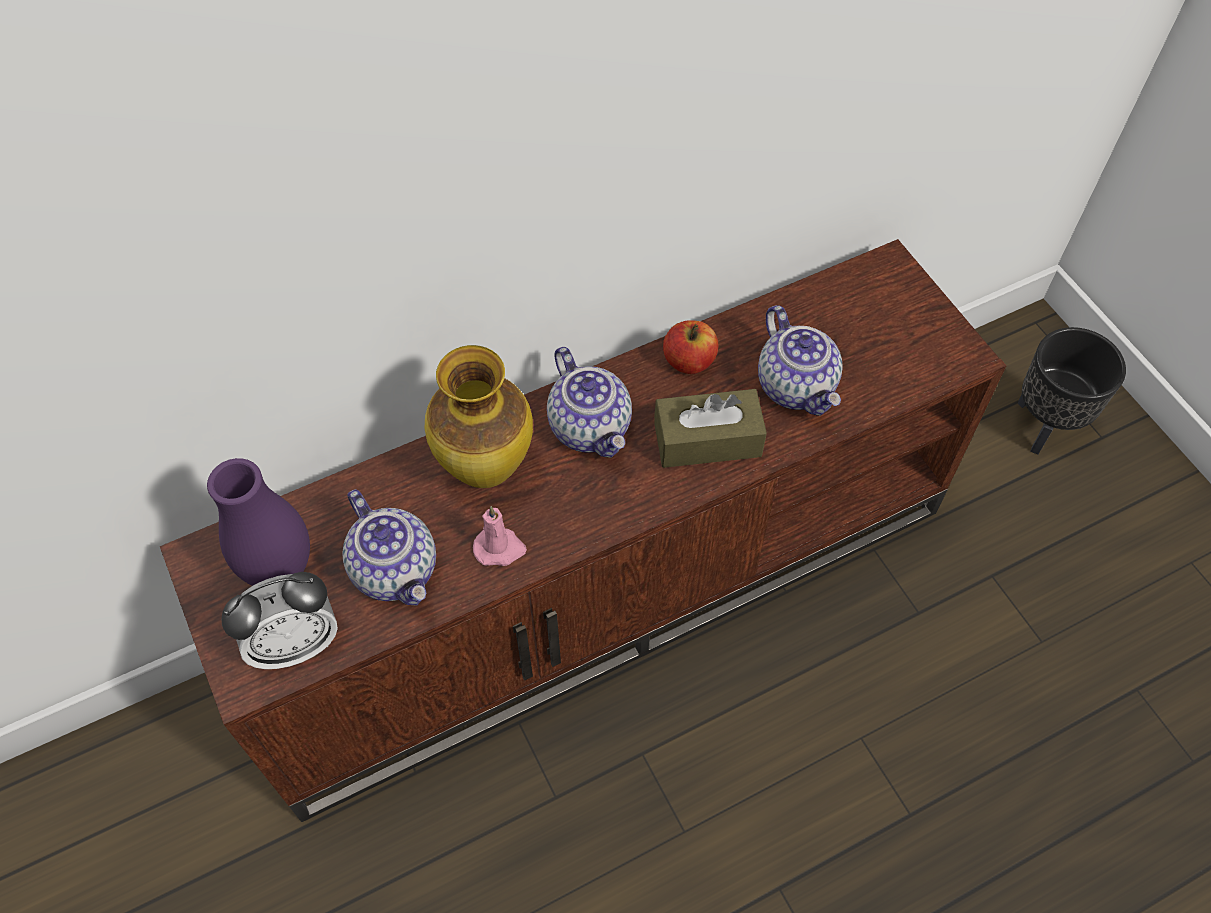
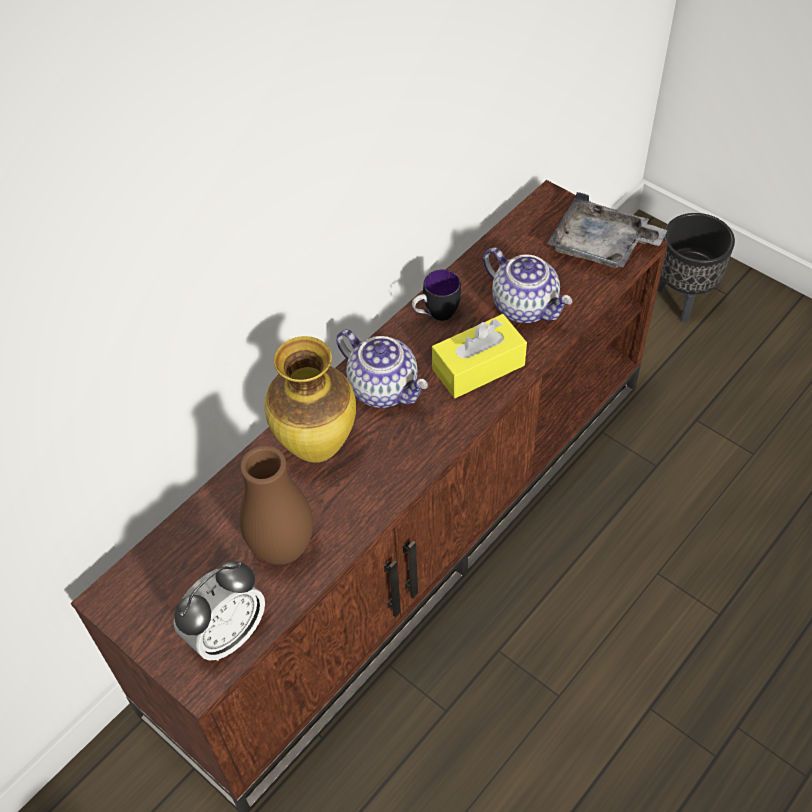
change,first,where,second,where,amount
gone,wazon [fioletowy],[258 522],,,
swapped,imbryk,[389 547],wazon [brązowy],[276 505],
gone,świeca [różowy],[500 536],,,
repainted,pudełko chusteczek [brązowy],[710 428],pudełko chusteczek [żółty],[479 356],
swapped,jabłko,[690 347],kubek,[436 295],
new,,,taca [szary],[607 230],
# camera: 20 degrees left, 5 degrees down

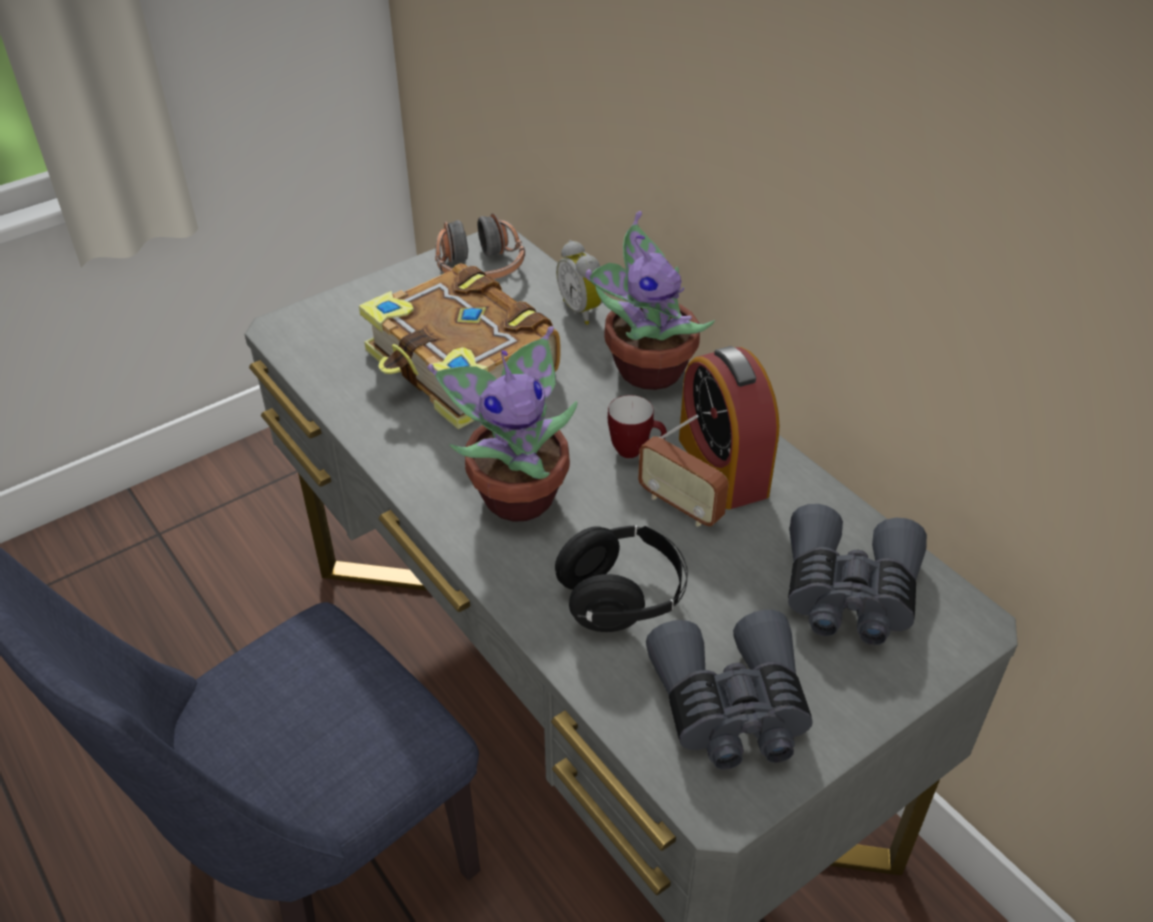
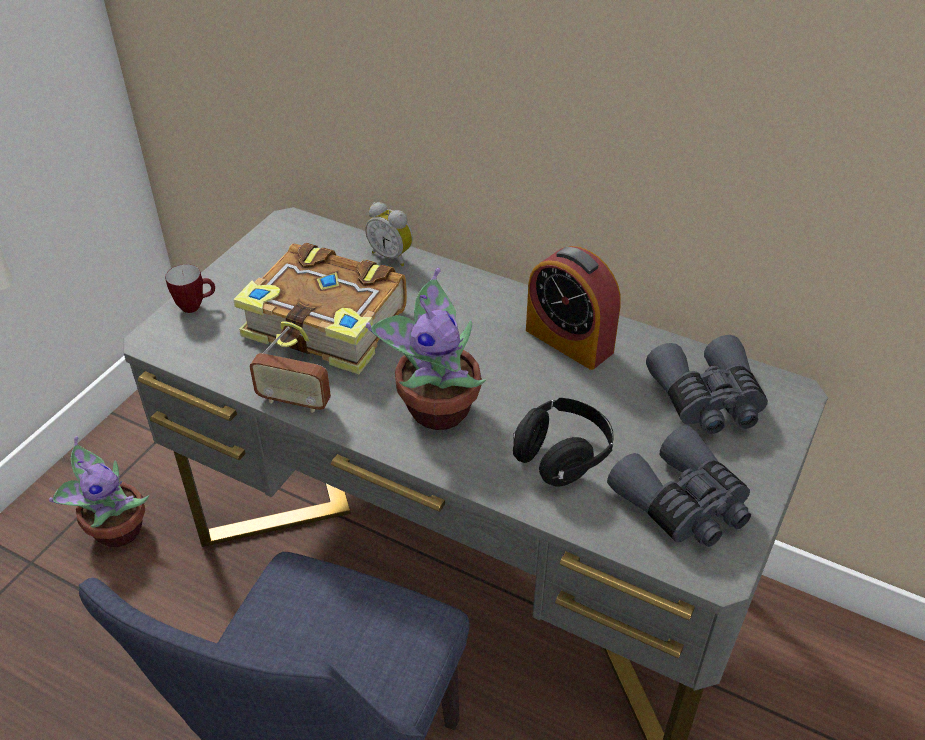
change,first,where,second,where,amount
gone,słuchawki,[480 246],,,
shifted,roślina doniczkowa,[650 300],,[99 491],
shifted,kubek,[637 426],,[190 288],
shifted,radio,[683 471],,[290 370],
# camera: 25 degrees left, 0 degrees up

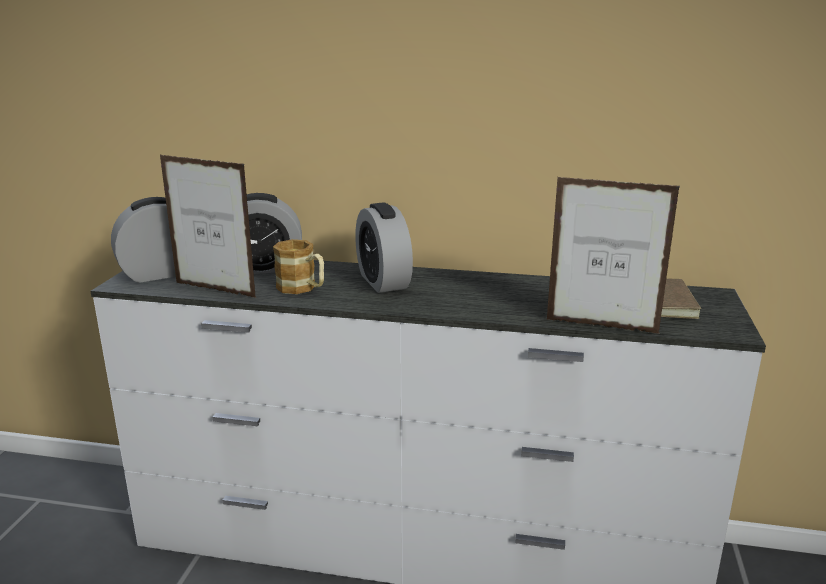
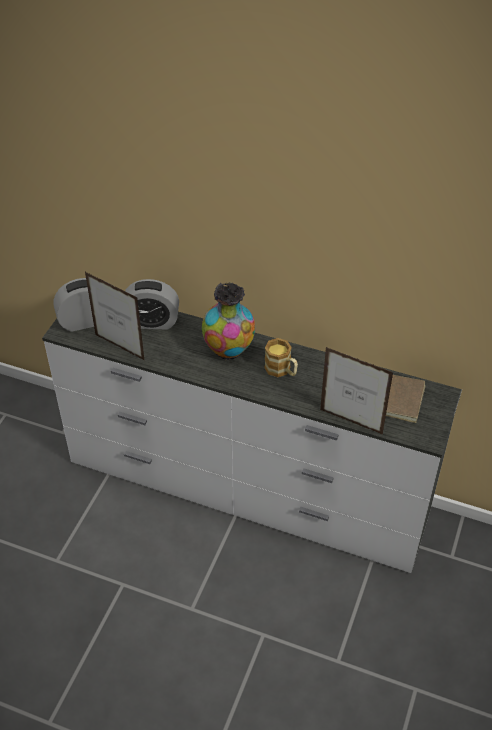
change,first,where,second,where,amount
shifted,kubek,[298 266],,[281 357],
swapped,budzik,[384 247],wazon,[228 321],
# camera: 10 degrees right, 25 degrees up

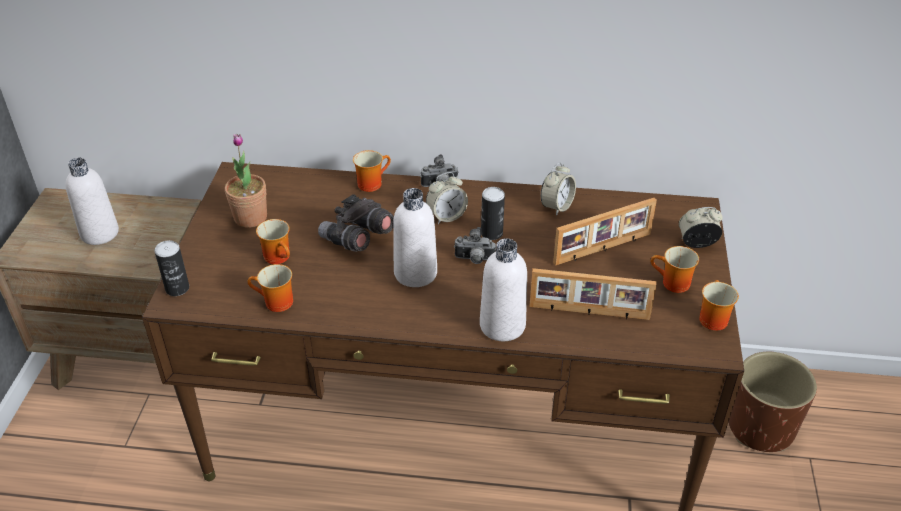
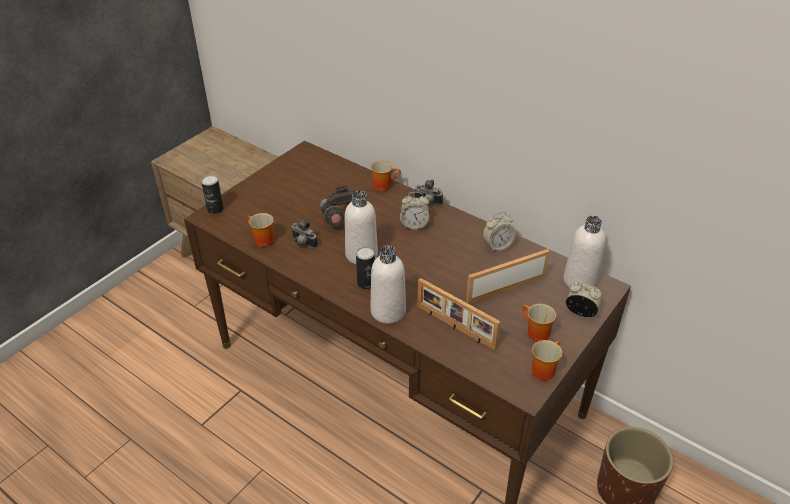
change,first,where,second,where,amount
shifted,butelka [biały],[92 201],,[584 252],
gone,roślina doniczkowa,[246 180],,,
gone,kubek,[273 241],,,
shifted,aparat fotograficzny,[475 245],,[304 234],
shifted,puszka,[493 213],,[365 268],
rotated,ramka na zdjęcie,[605 231],,[508 276],150 degrees clockwise
# camera: 30 degrees right, 0 degrees up

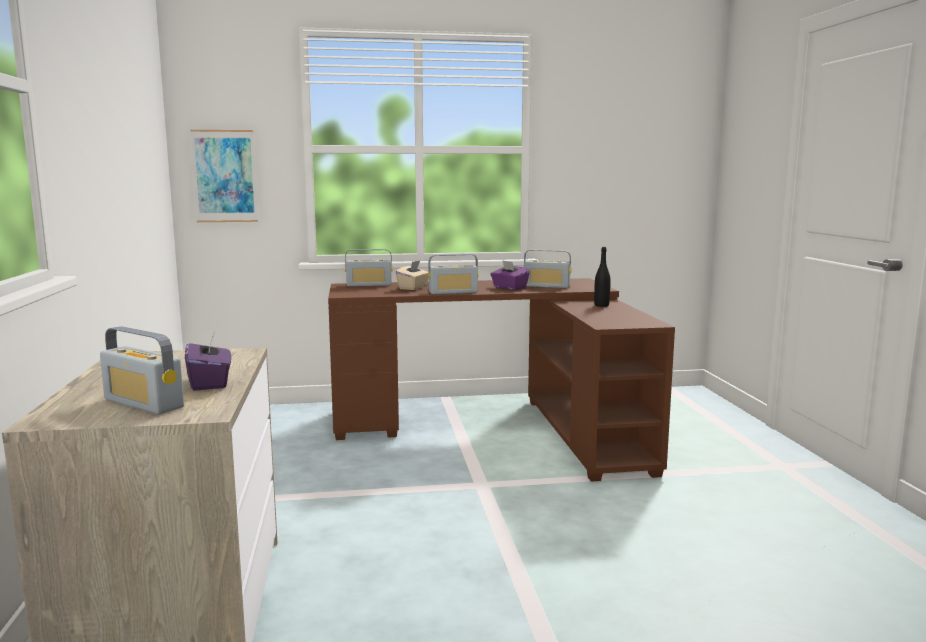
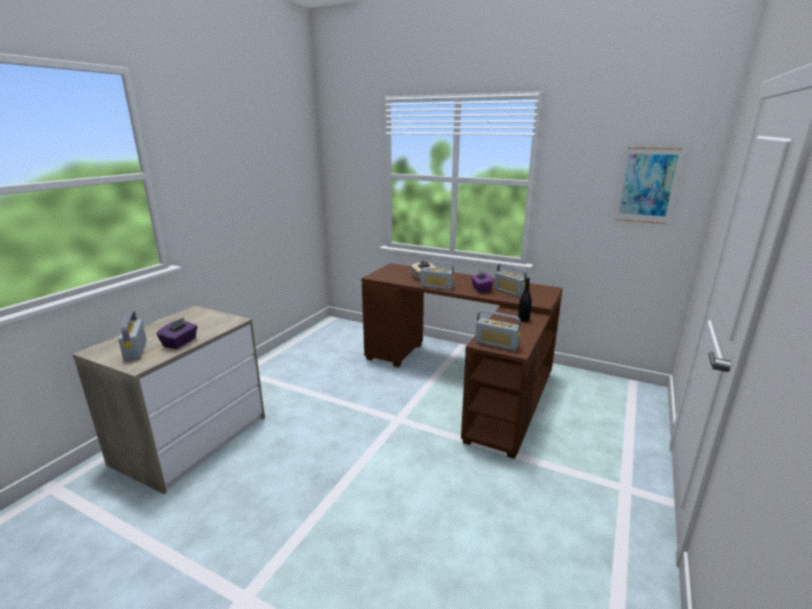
change,first,where,second,where,amount
shifted,obraz,[224 176],,[649 185],
shifted,radio,[369 267],,[498 330],
# camera: 35 degrees right, 10 degrees up

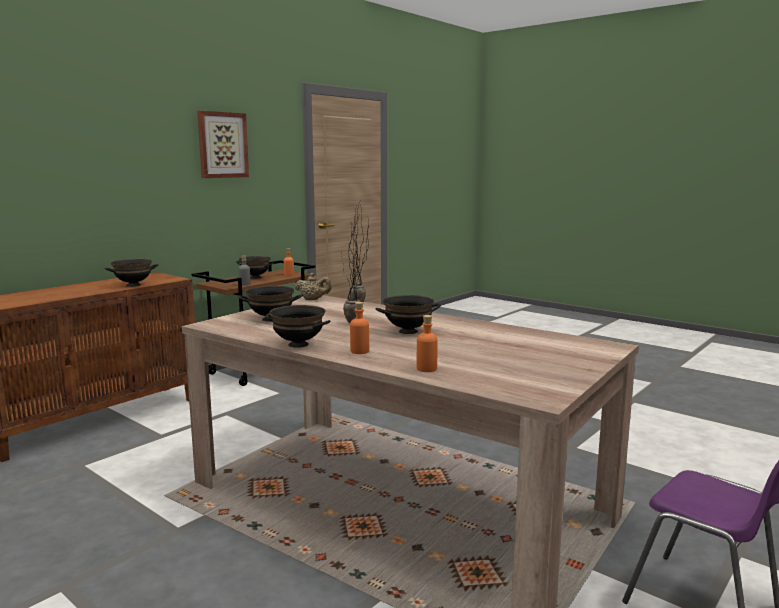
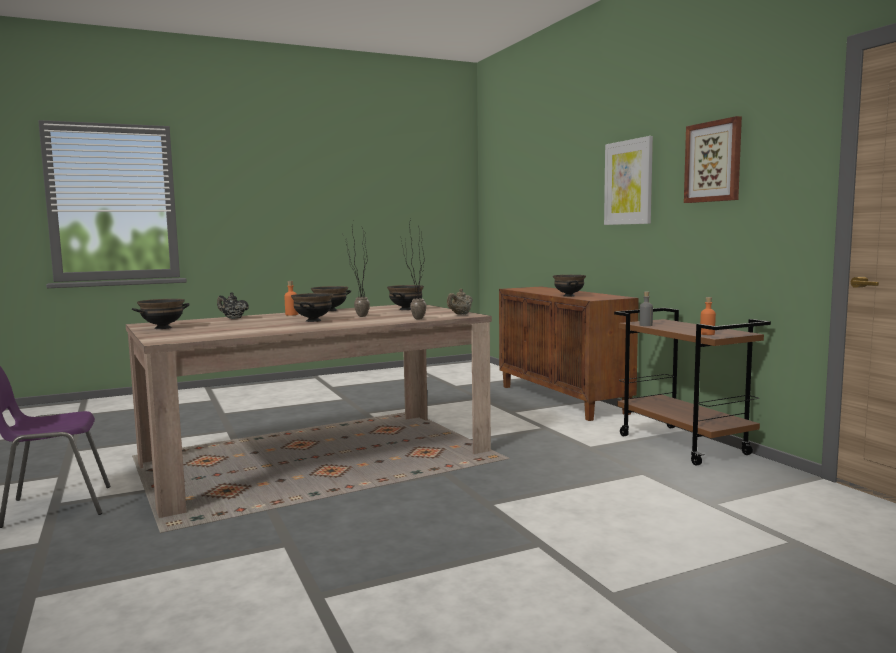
change,first,where,second,where,amount
shifted,miska [czarny],[255 267],,[161 314],
swapped,butelka [pomarańczowy],[427 343],imbryk [czarny],[233 305],
new,,,obraz,[628 180],
# camera: 115 degrees right, 5 degrees down

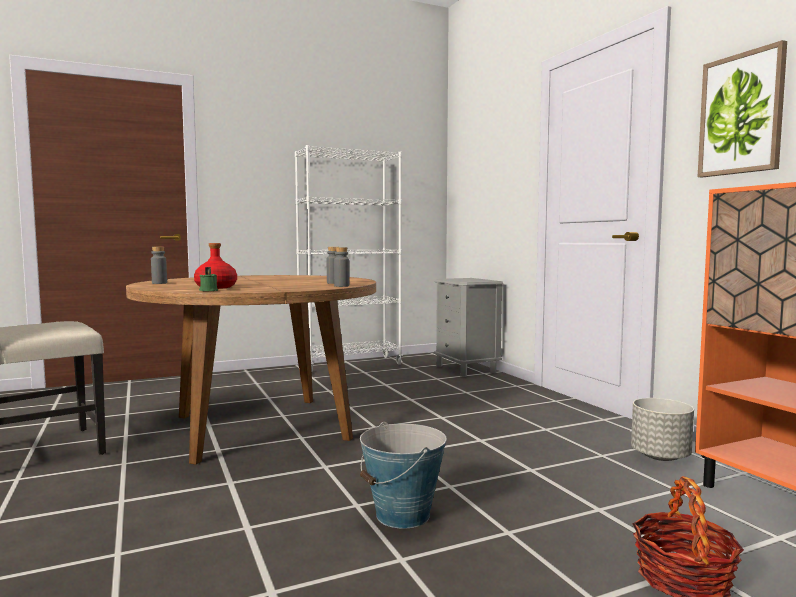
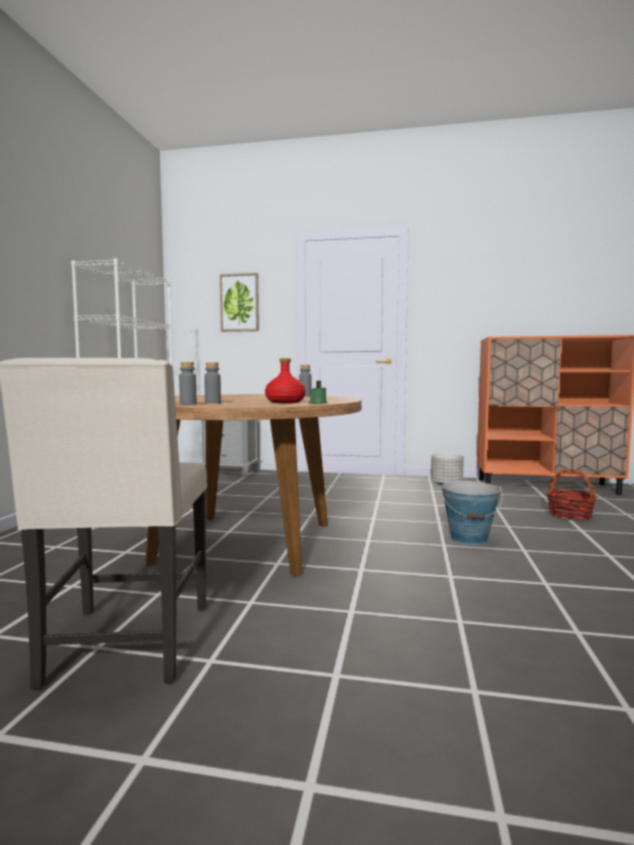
change,first,where,second,where,amount
shifted,butelka [szary],[341 267],,[212 383],
shifted,obraz,[742 108],,[239 302],
# camera: 55 degrees left, 0 degrees up

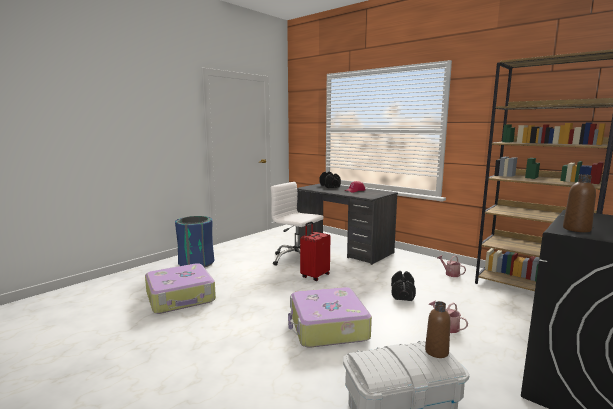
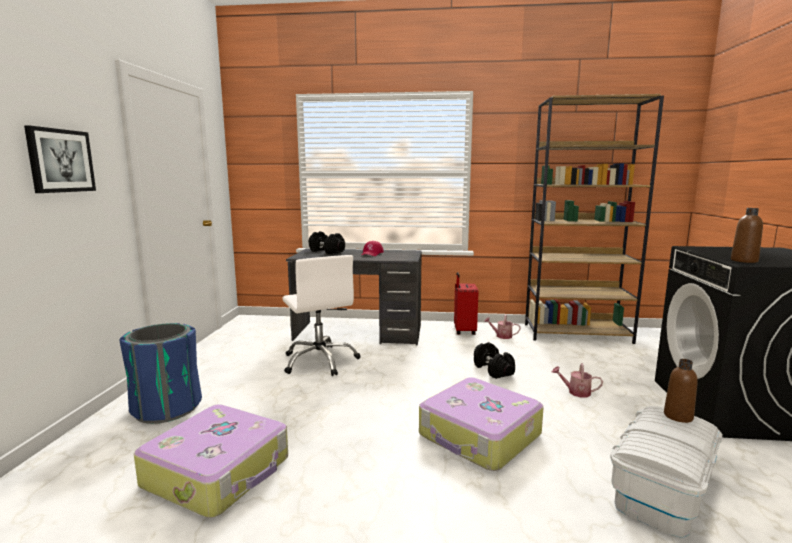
change,first,where,second,where,amount
rotated,krzesło biurowe [biały],[297 224],,[321 315],120 degrees counterclockwise
shifted,walizka [czerwony],[315 251],,[466 303],
new,,,obraz,[60 159],
# camera: 35 degrees left, 0 degrees up

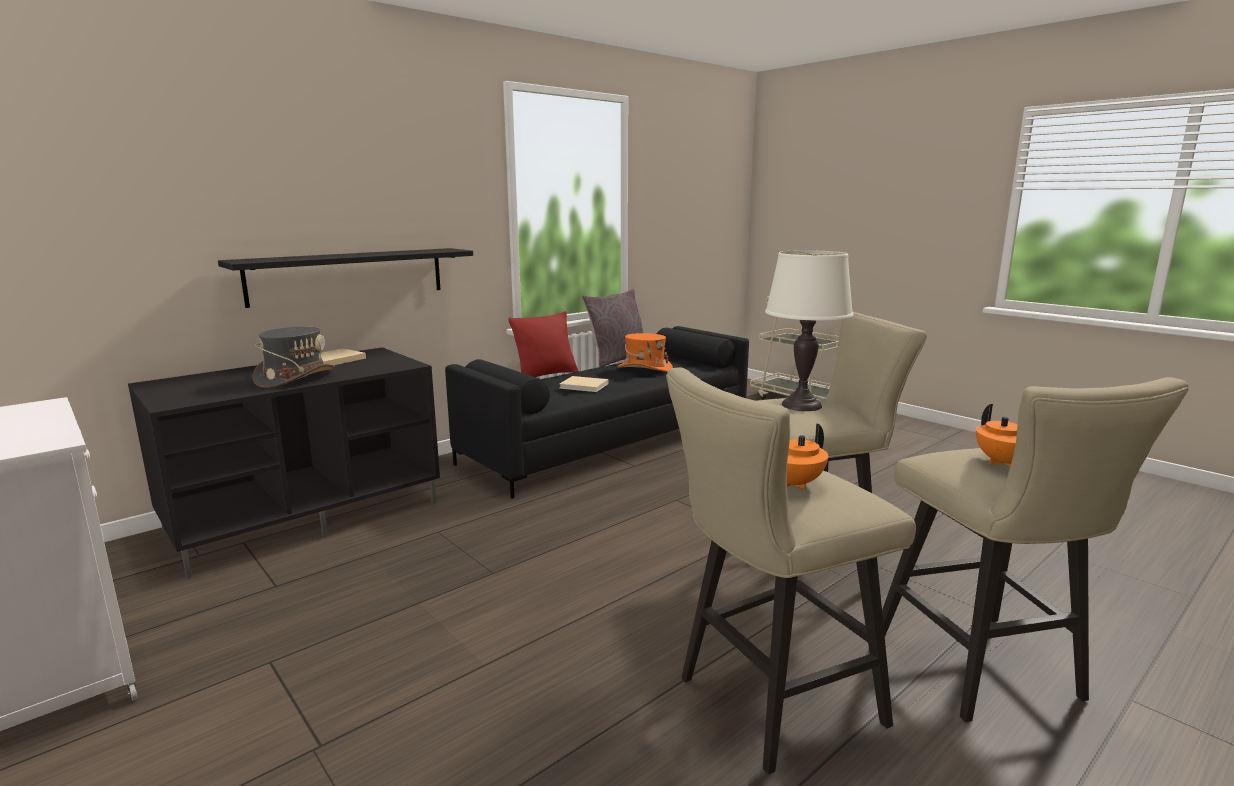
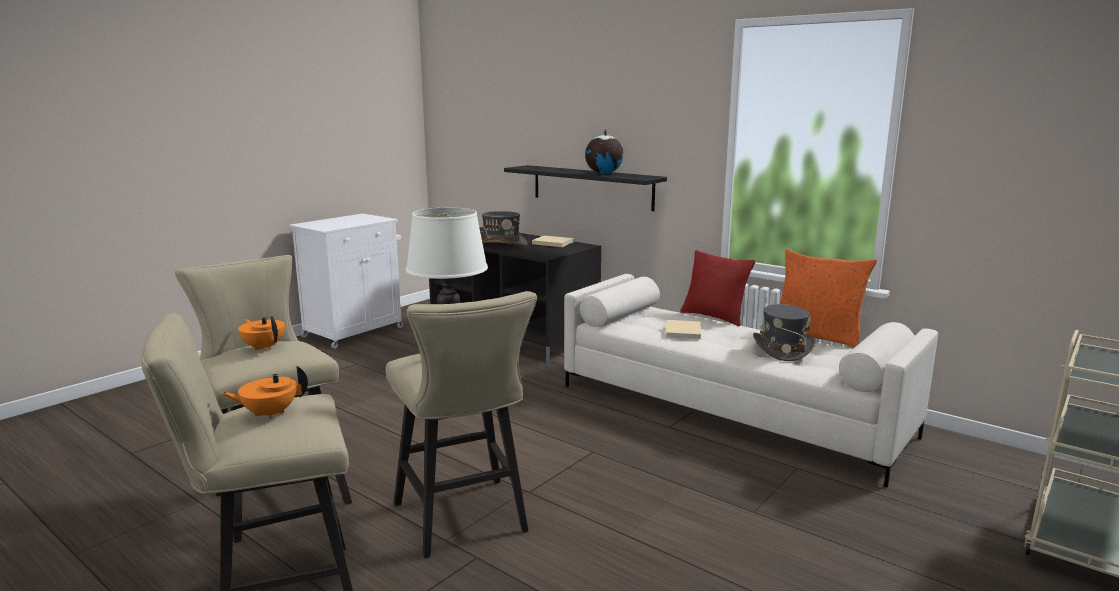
change,first,where,second,where,amount
repainted,kanapa [czarny],[597 412],kanapa [biały],[751 380],
repainted,poduszka [szary],[612 328],poduszka [pomarańczowy],[828 298],
repainted,kapelusz [pomarańczowy],[645 352],kapelusz [szary],[784 332],
new,,,globus,[604 151],
# camera: 80 degrees right, 0 degrees up

